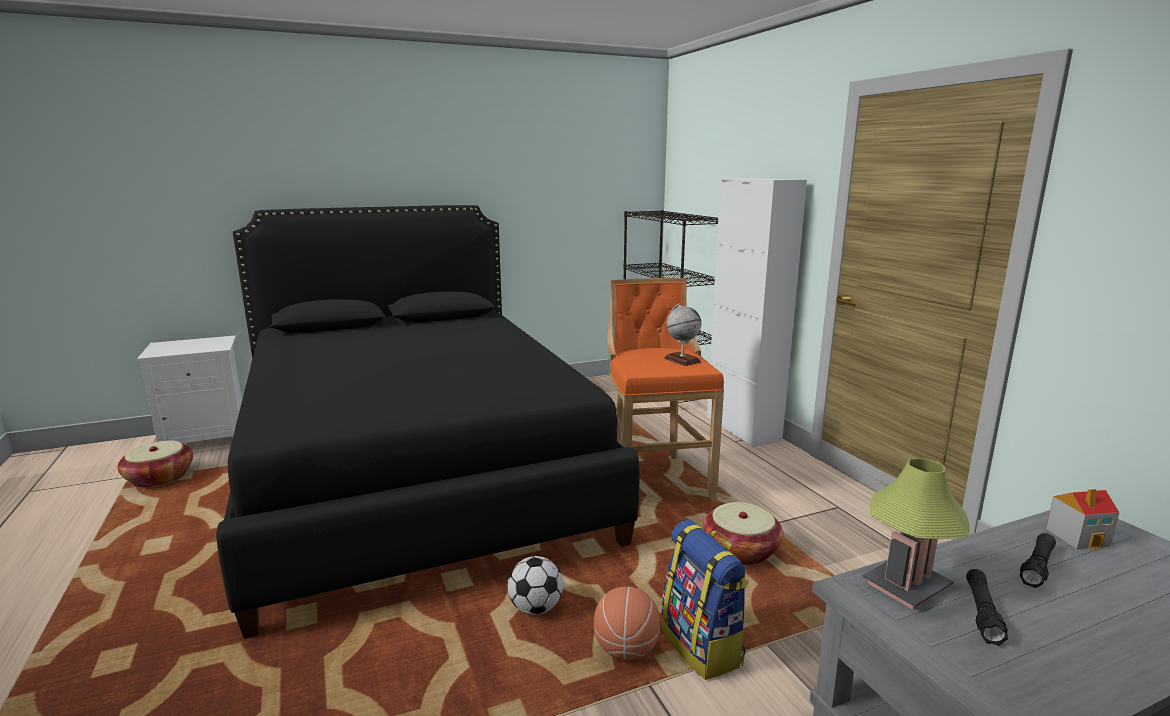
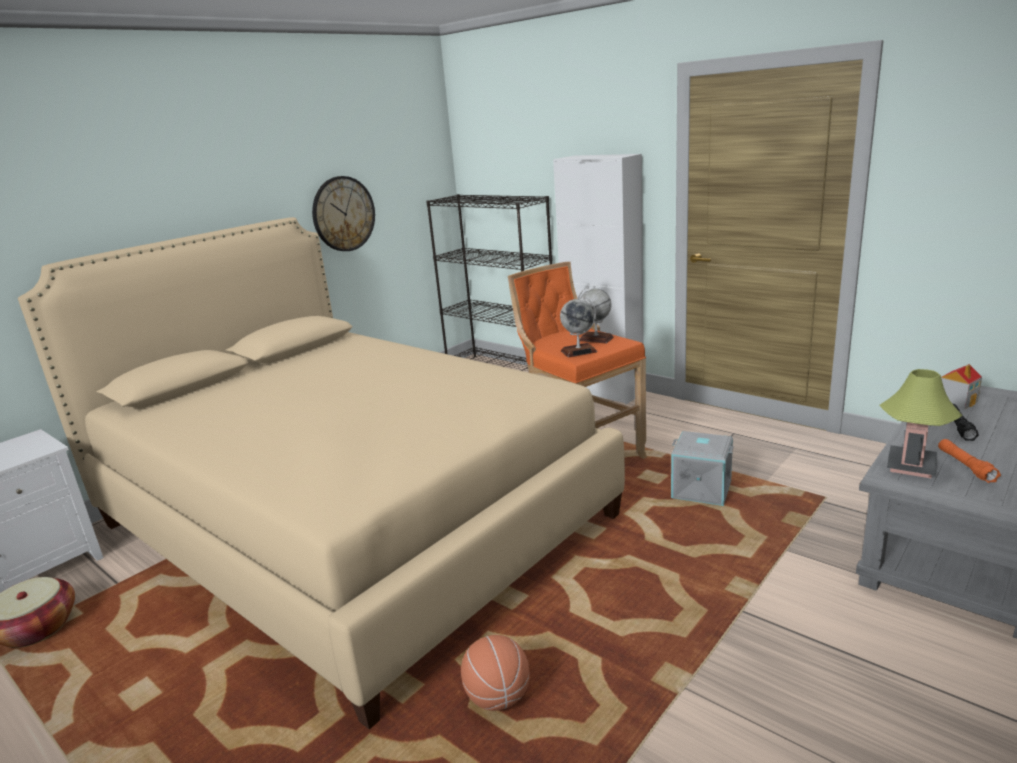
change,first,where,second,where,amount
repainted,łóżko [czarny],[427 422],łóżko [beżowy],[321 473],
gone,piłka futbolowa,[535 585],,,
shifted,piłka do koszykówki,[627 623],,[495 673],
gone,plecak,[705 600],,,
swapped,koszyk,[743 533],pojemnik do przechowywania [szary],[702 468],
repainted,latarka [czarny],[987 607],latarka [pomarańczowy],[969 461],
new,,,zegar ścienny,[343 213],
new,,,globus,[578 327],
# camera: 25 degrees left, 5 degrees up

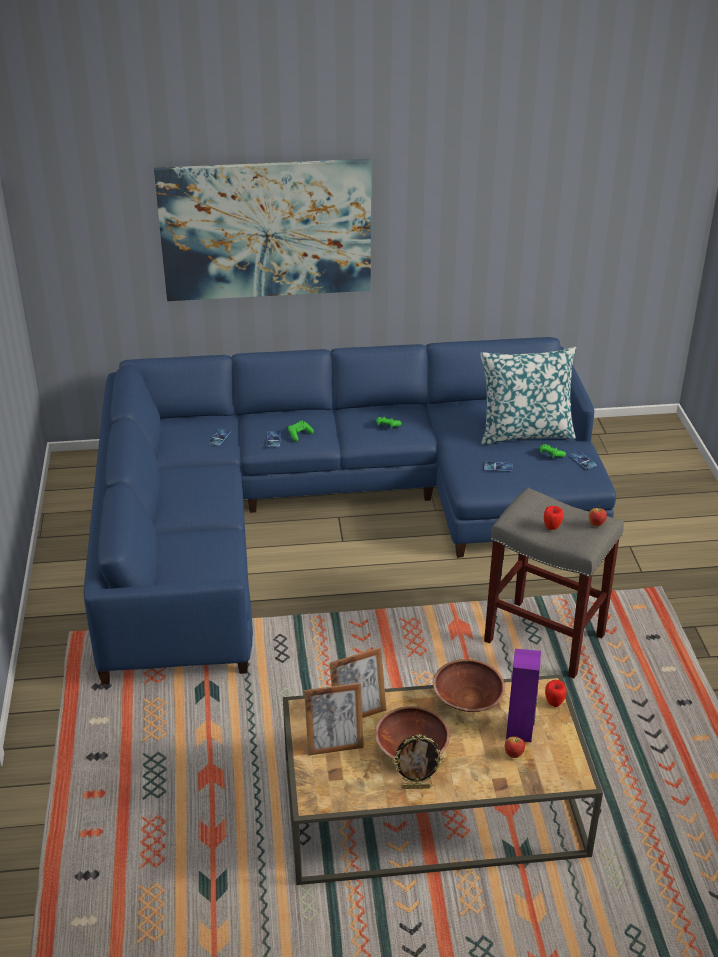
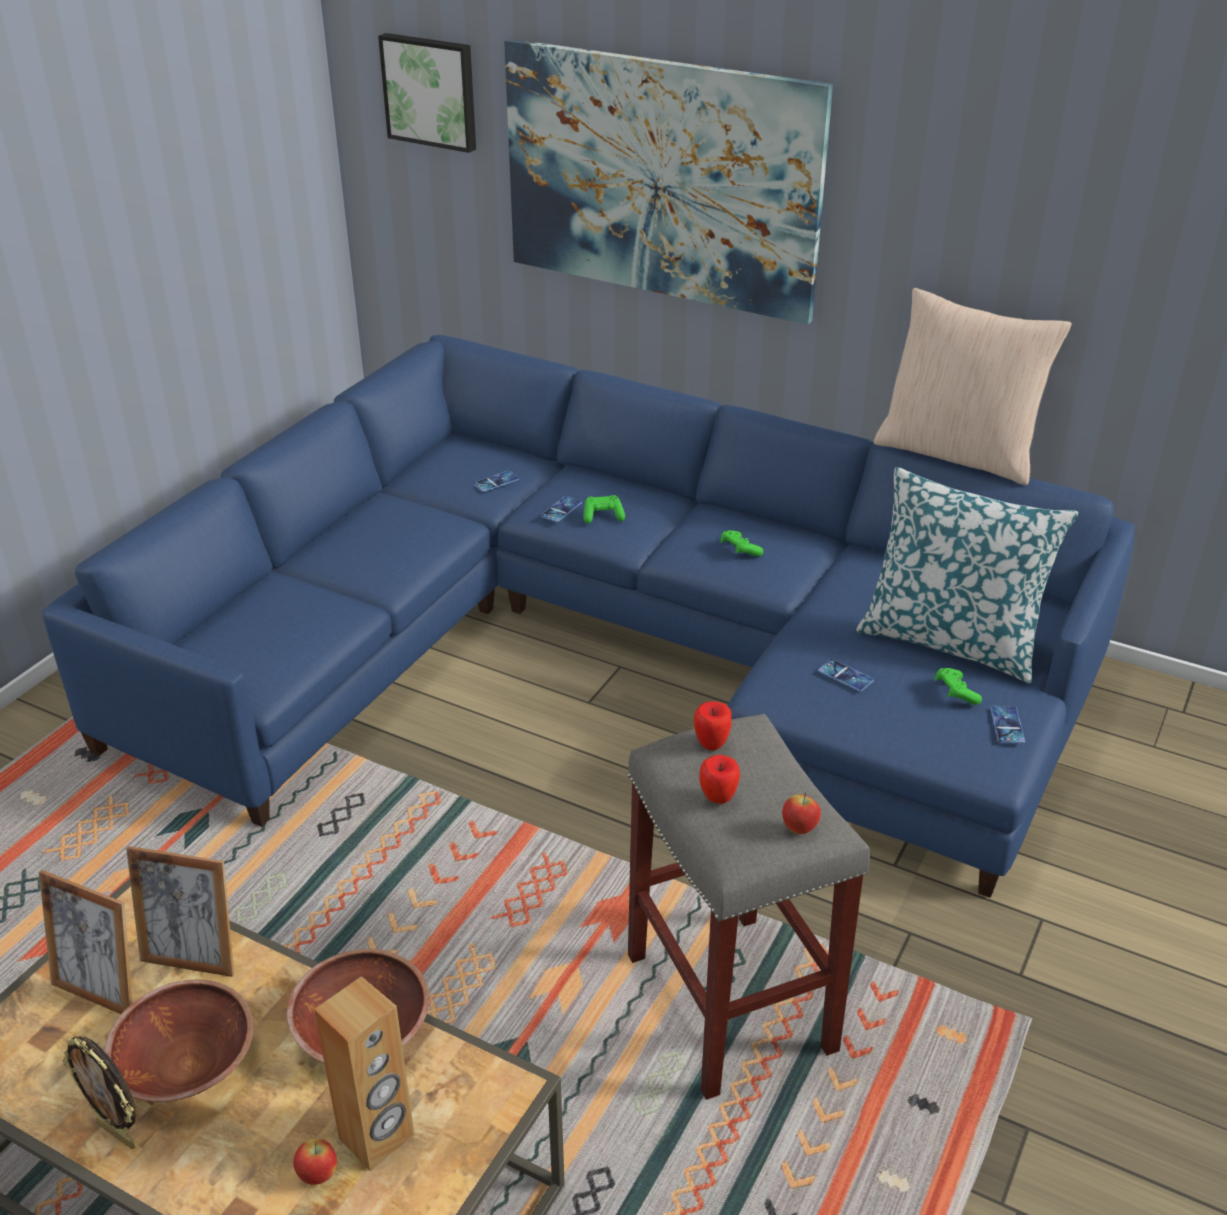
change,first,where,second,where,amount
repainted,głośnik [fioletowy],[523 695],głośnik [brązowy],[364 1073],
shifted,jabłko,[555 693],,[713 725],
new,,,obraz,[427 93],
new,,,poduszka [beżowy],[973 387],
# camera: 35 degrees right, 0 degrees up

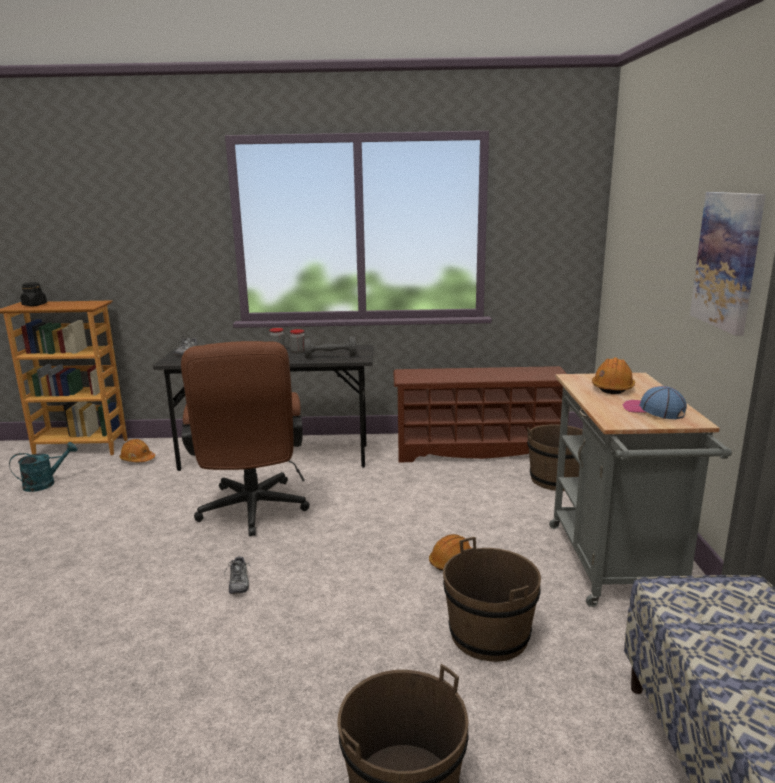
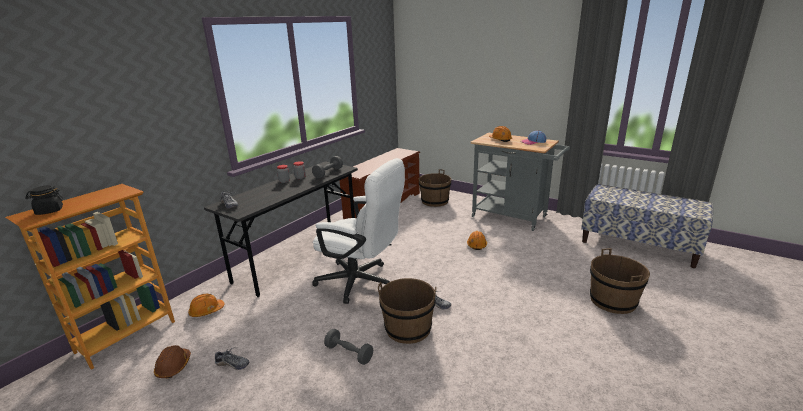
change,first,where,second,where,amount
swapped,konewka [turkusowy],[43 467],kask [brązowy],[172 361],
repainted,krzesło biurowe [brązowy],[245 438],krzesło biurowe [biały],[358 231],
shifted,wiadro [brązowy],[492 599],,[407 311],
gone,obraz,[728 264],,,
new,,,but,[232 358],
new,,,hantel [szary],[348 347],
# camera: 55 degrees left, 5 degrees up

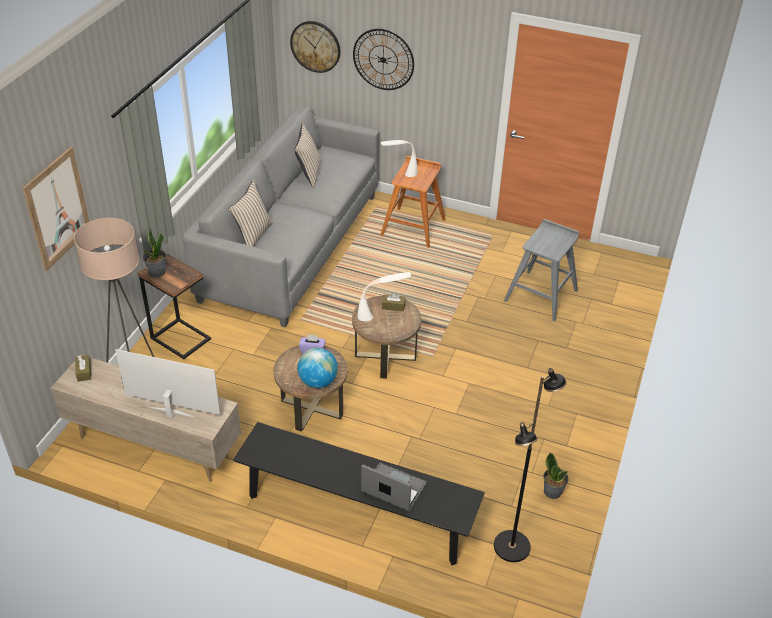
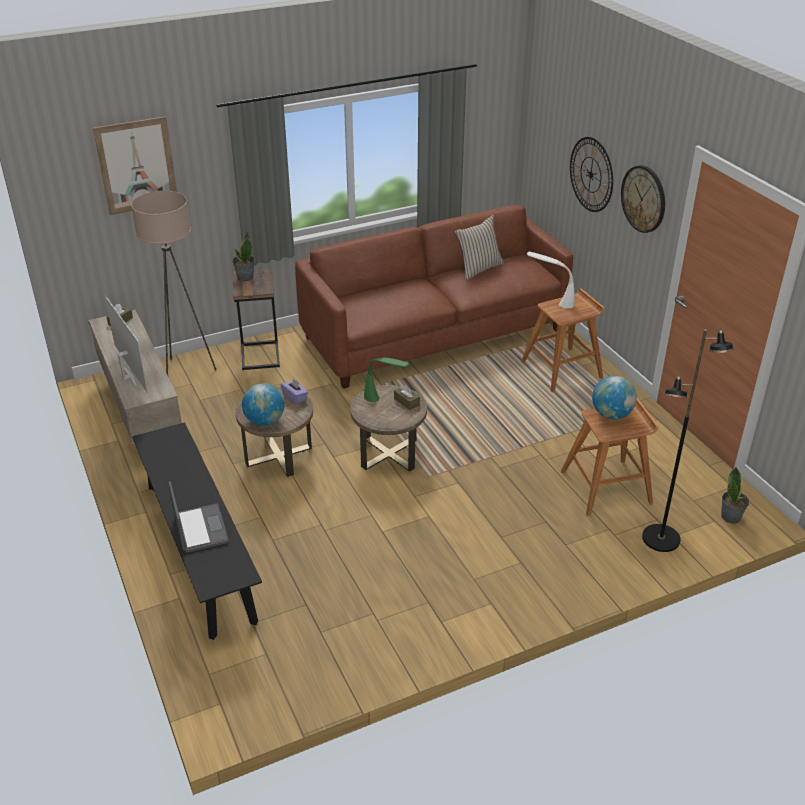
change,first,where,second,where,amount
repainted,kanapa [szary],[281 217],kanapa [brązowy],[434 297],
gone,poduszka [beżowy],[250 213],,,
shifted,zegar ścienny,[315 47],,[643 199],
repainted,lampa stołowa [biały],[384 296],lampa stołowa [zielony],[386 379],
shifted,lampa stojąca [czarny],[530 464],,[688 440],
repainted,stołek [szary],[541 270],stołek [brązowy],[609 457],
shifted,roślina doniczkowa,[556 476],,[735 495],
new,,,globus,[614 397],
# camera: 45 degrees right, 5 degrees down

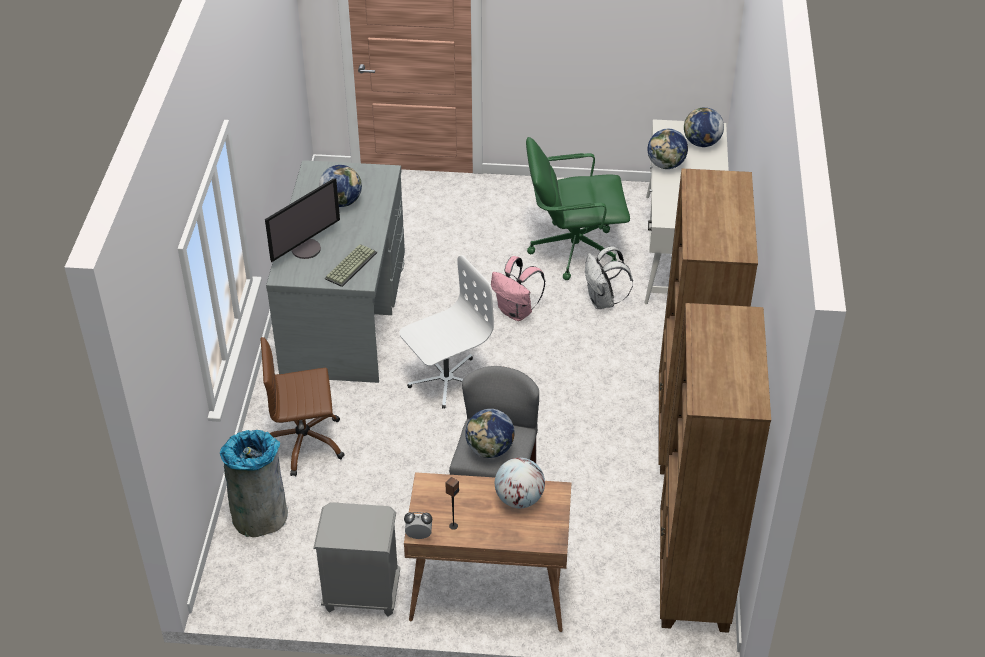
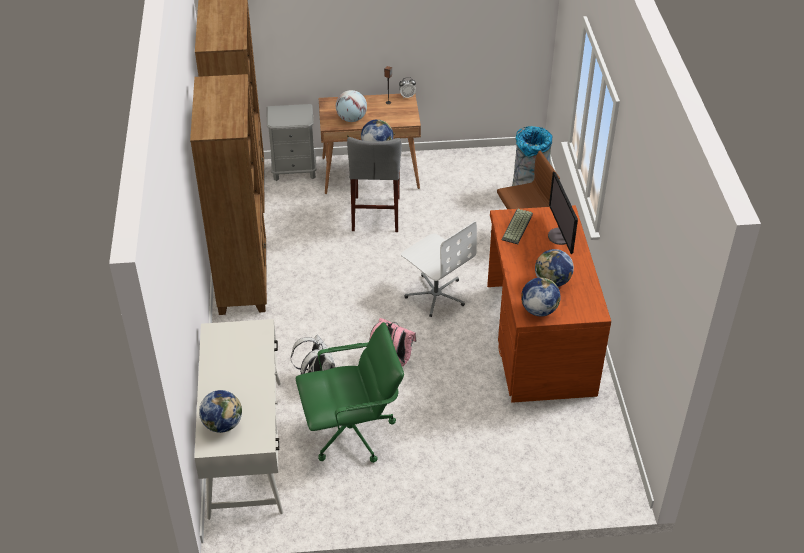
change,first,where,second,where,amount
rotated,monitor,[302 220],,[563 213],45 degrees counterclockwise
repainted,biurko [szary],[335 271],biurko [brązowy],[549 304],
shifted,szafka nocna [szary],[356 559],,[291 142],
rotated,krzesło biurowe [biały],[446 332],,[439 269],90 degrees counterclockwise
shifted,globus,[668 149],,[541 296],
# camera: 170 degrees right, 0 degrees up

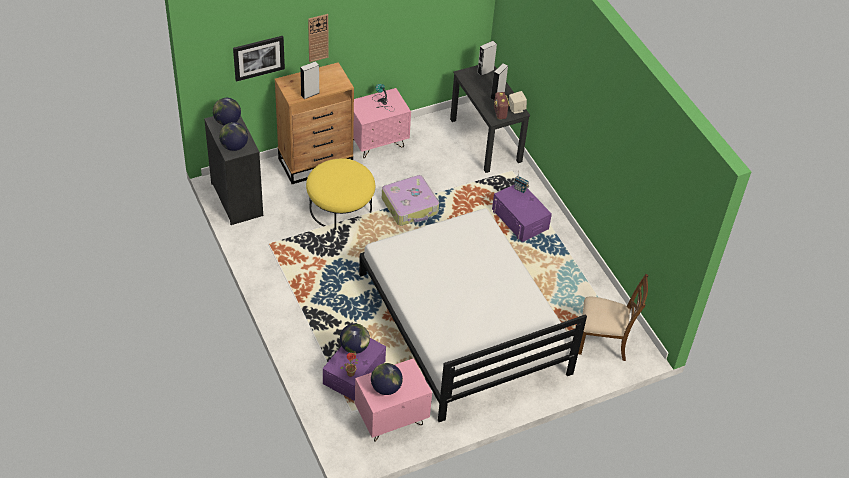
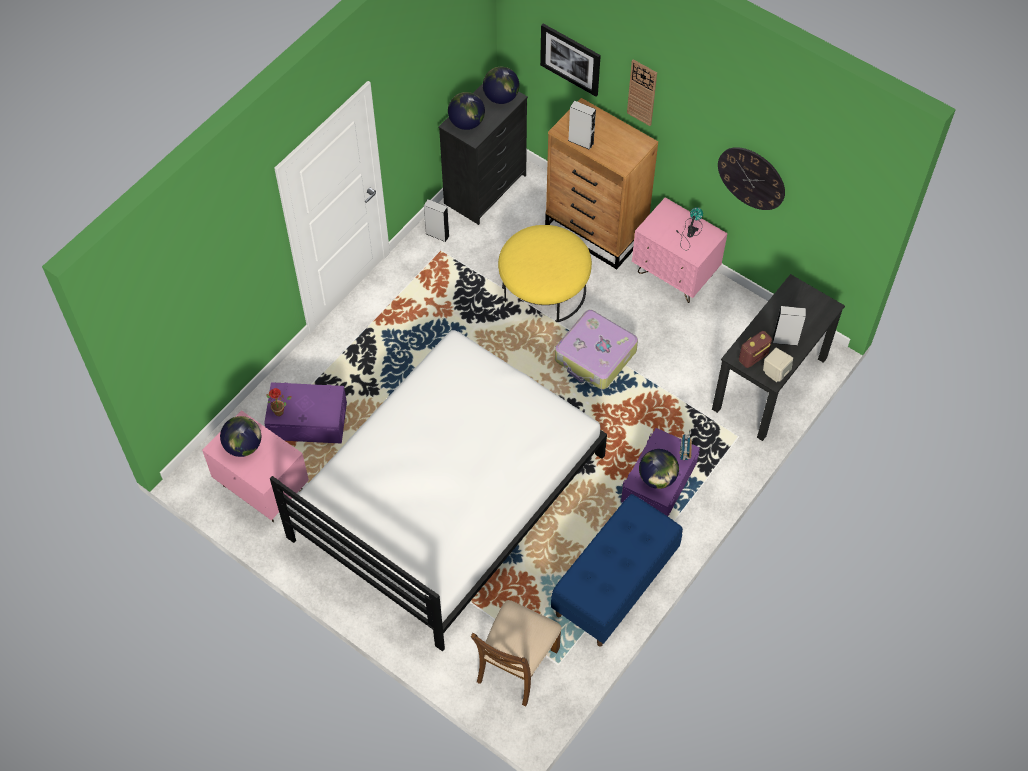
change,first,where,second,where,amount
shifted,globus,[355 339],,[659 469],
shifted,głośnik [szary],[487 58],,[437 220],
rotated,krzesło [brązowy],[613 317],,[516 653],45 degrees clockwise
new,,,ławka [niebieski],[617 570],
new,,,zegar ścienny,[751 178],
# camera: 65 degrees right, 10 degrees up

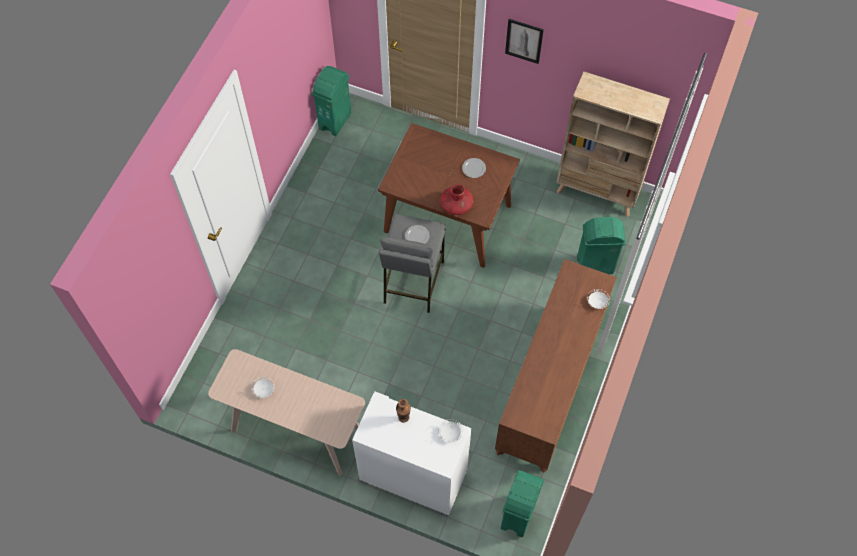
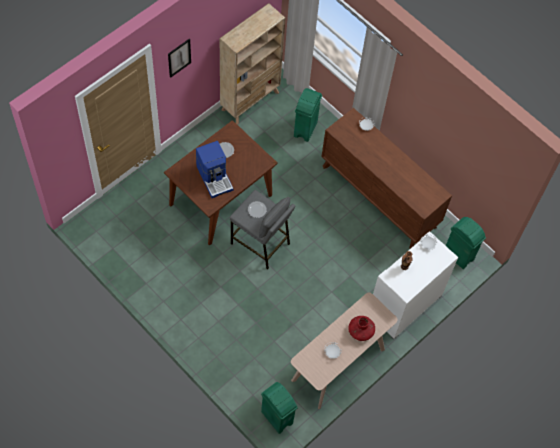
change,first,where,second,where,amount
shifted,kosz na śmieci [zielony],[331 101],,[279 408],
shifted,wazon [czerwony],[456 199],,[361 328],
new,,,ekspres do kawy,[214 169],
# camera: 70 degrees left, 0 degrees up

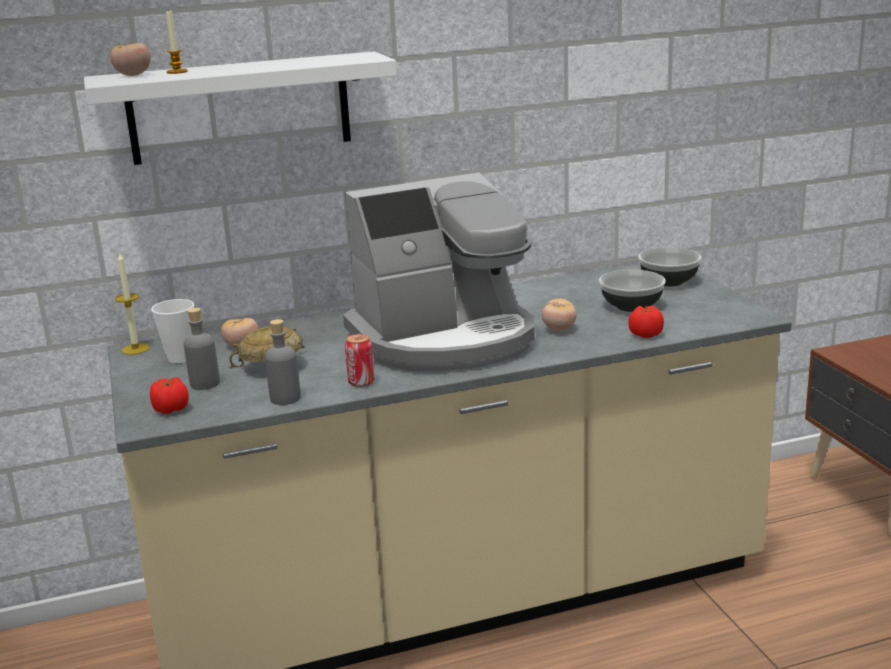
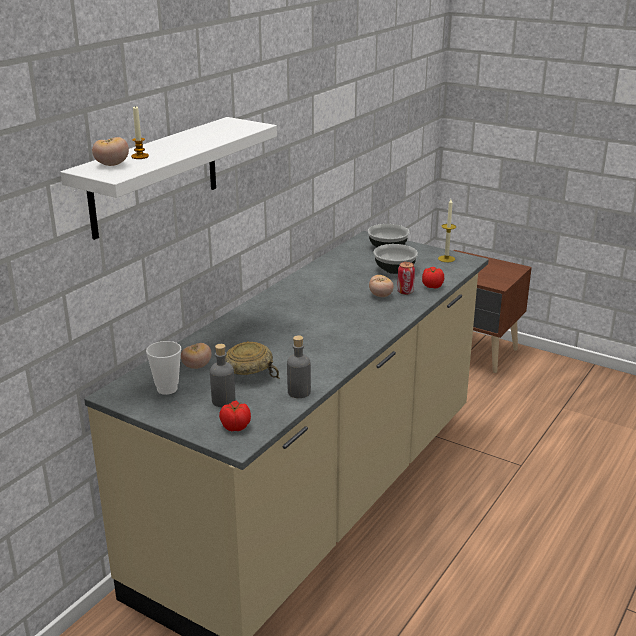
change,first,where,second,where,amount
shifted,świeca,[132 303],,[447 230],
gone,ekspres do kawy,[439 272],,,
shifted,puszka,[359 360],,[406 278],
# camera: 40 degrees left, 5 degrees up

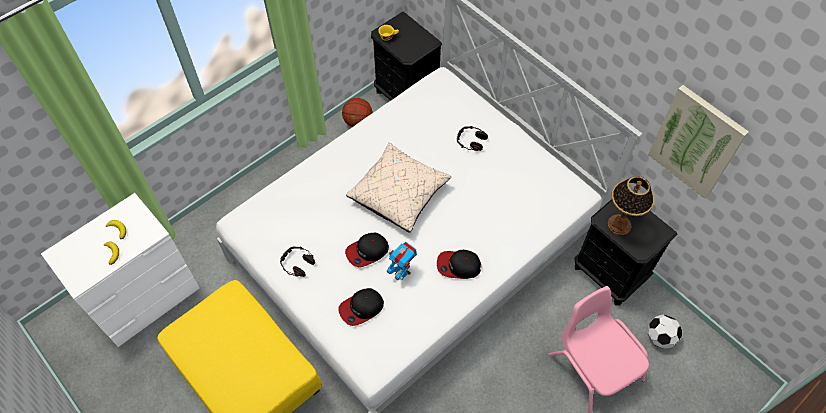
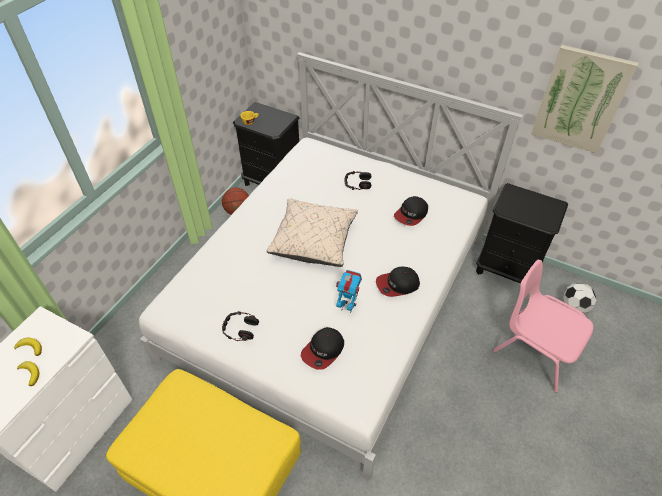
change,first,where,second,where,amount
shifted,czapka z daszkiem,[367 250],,[411 211],
gone,lampa stołowa,[631 205],,,
# camera: 20 degrees left, 10 degrees down

